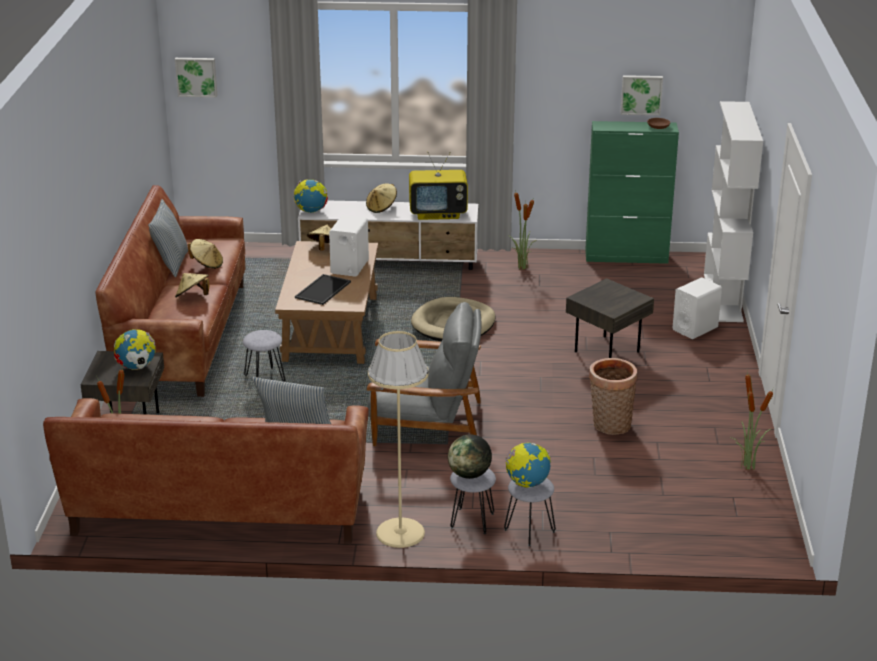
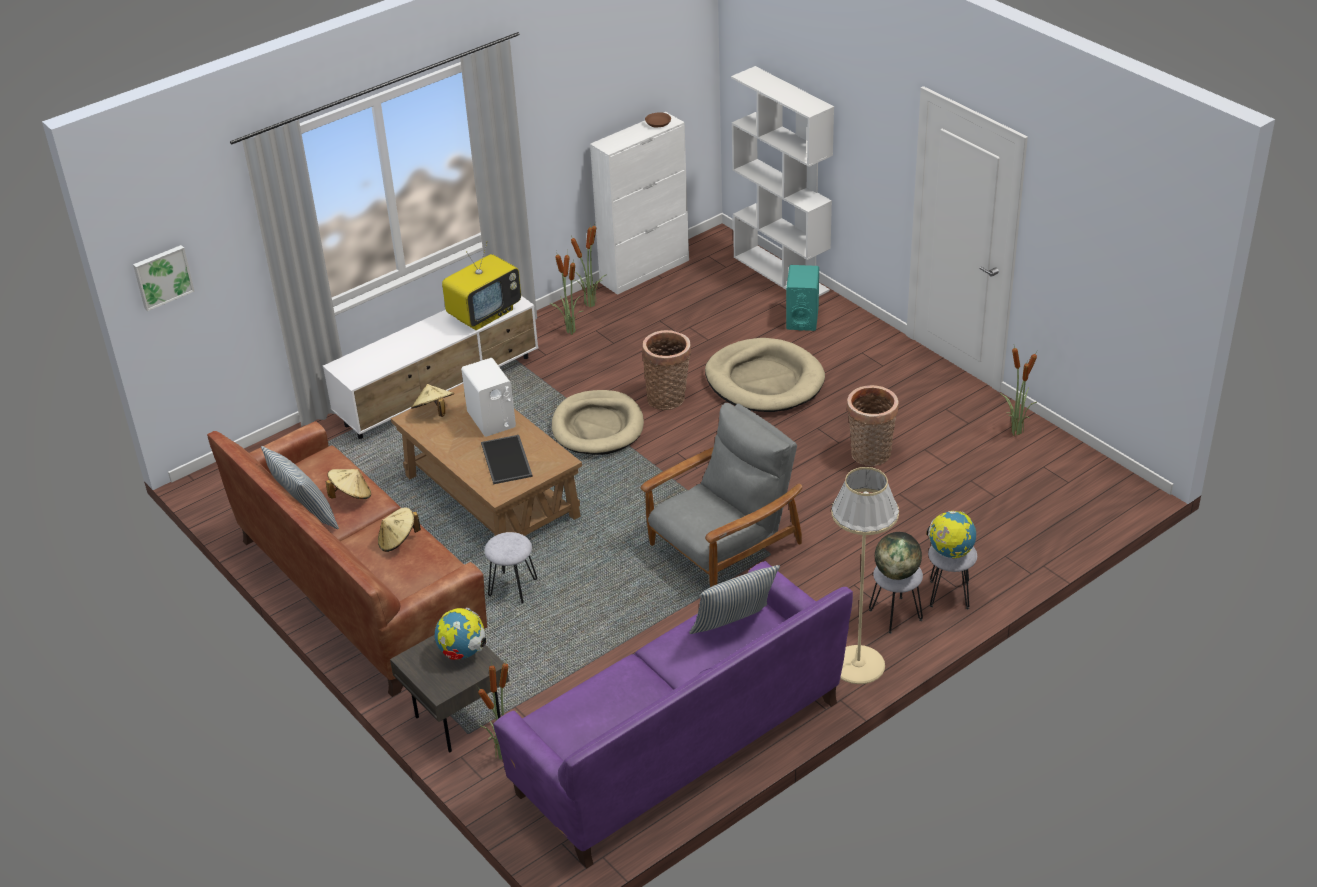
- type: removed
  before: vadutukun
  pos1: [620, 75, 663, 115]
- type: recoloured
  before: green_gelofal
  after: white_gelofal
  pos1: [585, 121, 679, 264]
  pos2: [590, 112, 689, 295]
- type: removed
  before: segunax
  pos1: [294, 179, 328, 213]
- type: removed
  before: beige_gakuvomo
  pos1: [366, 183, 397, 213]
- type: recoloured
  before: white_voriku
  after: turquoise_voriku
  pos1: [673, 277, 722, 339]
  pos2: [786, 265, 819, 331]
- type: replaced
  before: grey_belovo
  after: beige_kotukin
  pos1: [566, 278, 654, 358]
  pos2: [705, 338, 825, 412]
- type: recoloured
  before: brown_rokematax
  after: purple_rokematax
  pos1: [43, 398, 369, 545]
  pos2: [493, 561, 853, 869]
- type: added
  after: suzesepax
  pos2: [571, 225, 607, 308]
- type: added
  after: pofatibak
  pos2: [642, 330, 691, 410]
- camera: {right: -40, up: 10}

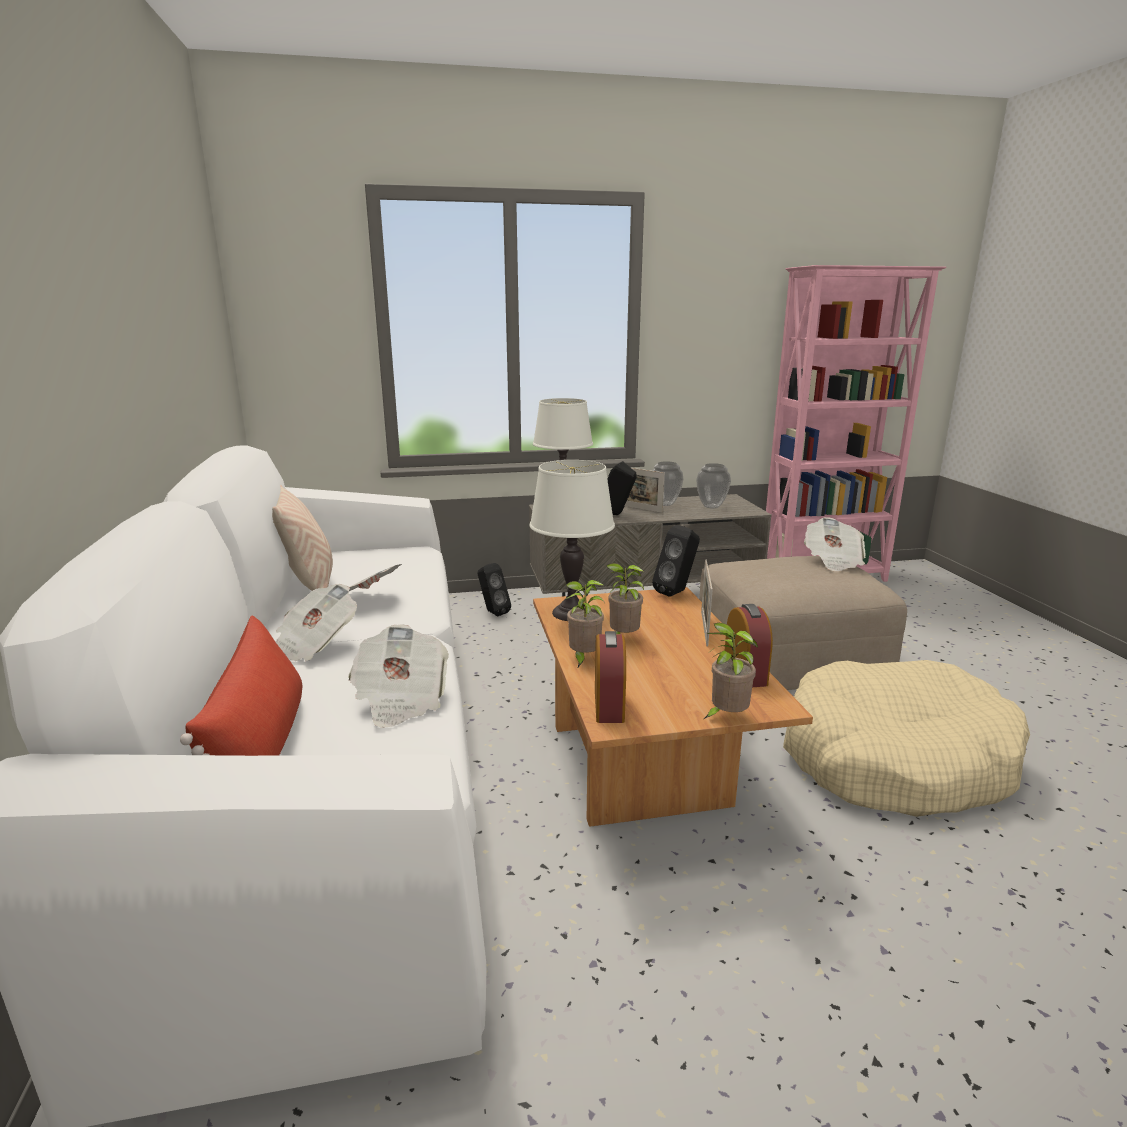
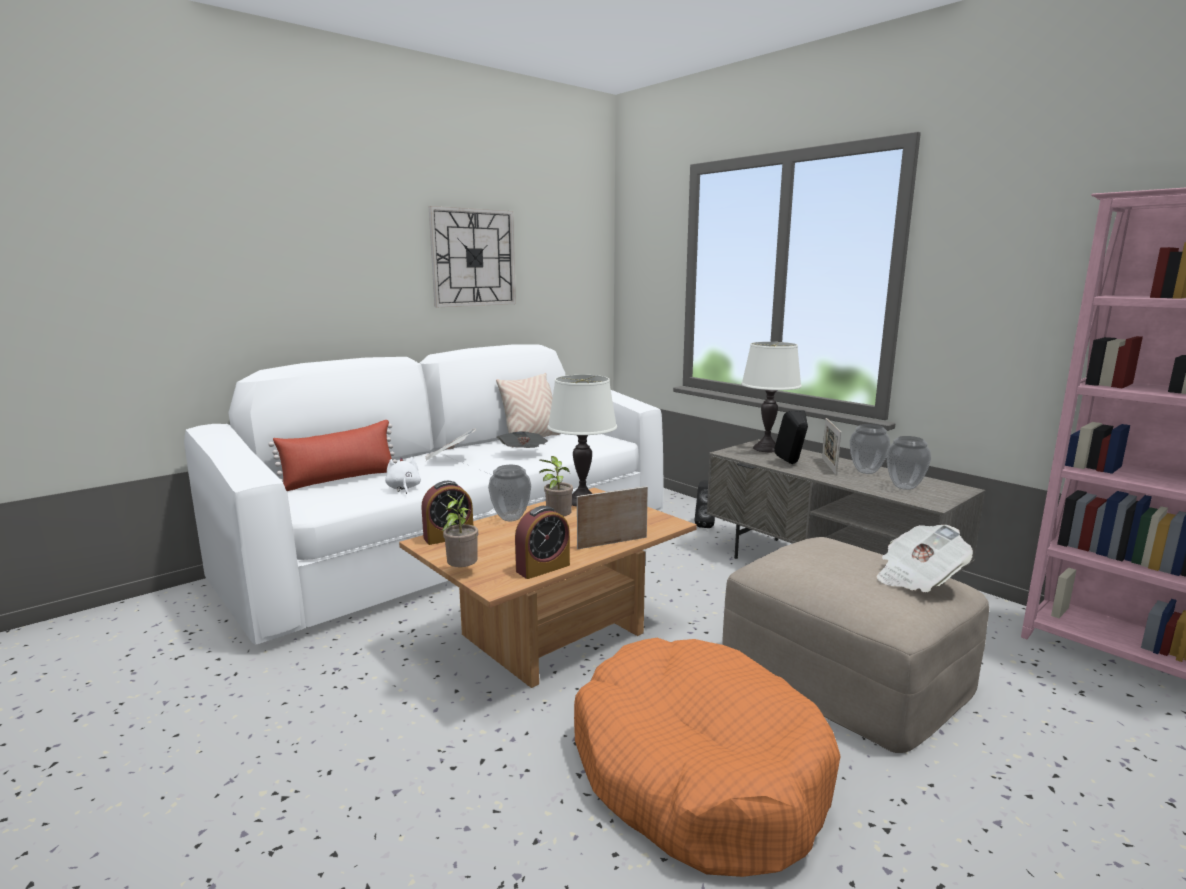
- type: removed
  before: black_voriku
  pos1: [652, 525, 700, 597]
- type: replaced
  before: suzesepax
  after: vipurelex
  pos1: [565, 580, 605, 667]
  pos2: [488, 465, 531, 521]
- type: replaced
  before: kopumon
  after: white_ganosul
  pos1: [348, 624, 449, 728]
  pos2: [385, 457, 421, 494]
- type: recoloured
  before: beige_kotukin
  after: orange_kotukin
  pos1: [783, 660, 1030, 817]
  pos2: [574, 638, 841, 877]
- type: added
  after: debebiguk
  pos2: [429, 206, 516, 307]
- camera: {right: 60, up: -5}

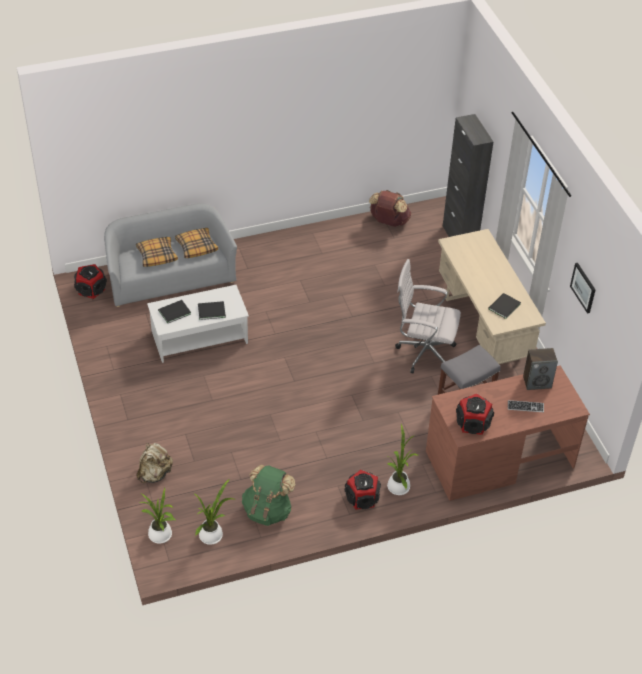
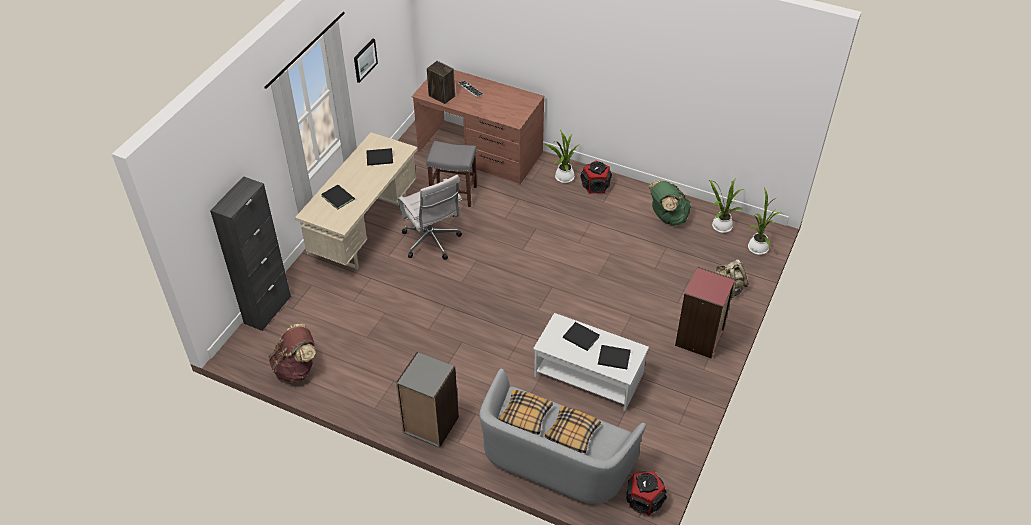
- type: removed
  before: voriku
  pos1: [456, 394, 494, 435]
- type: added
  after: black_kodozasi
  pos2: [321, 185, 355, 210]
- type: added
  after: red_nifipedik
  pos2: [675, 267, 735, 358]
- type: added
  after: grey_nifipedik
  pos2: [396, 352, 459, 448]
- camera: {right: -135, up: 0}

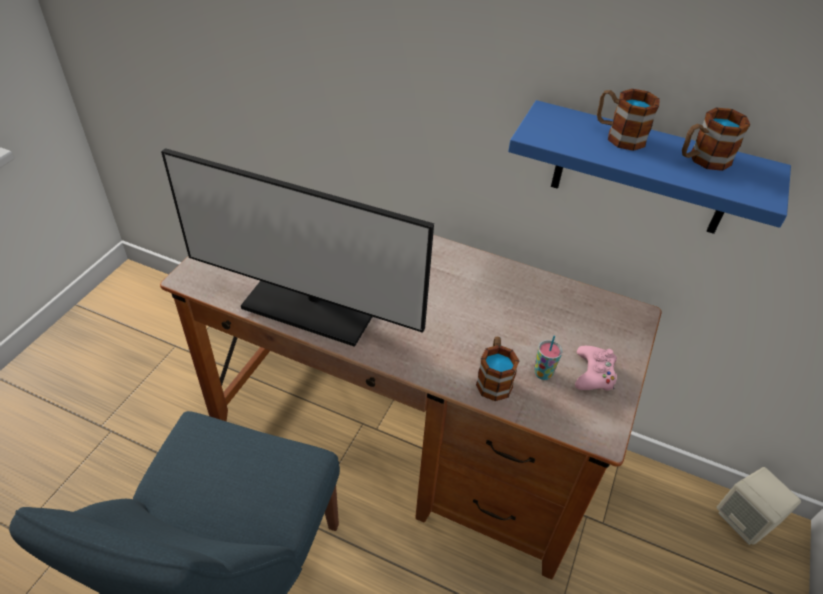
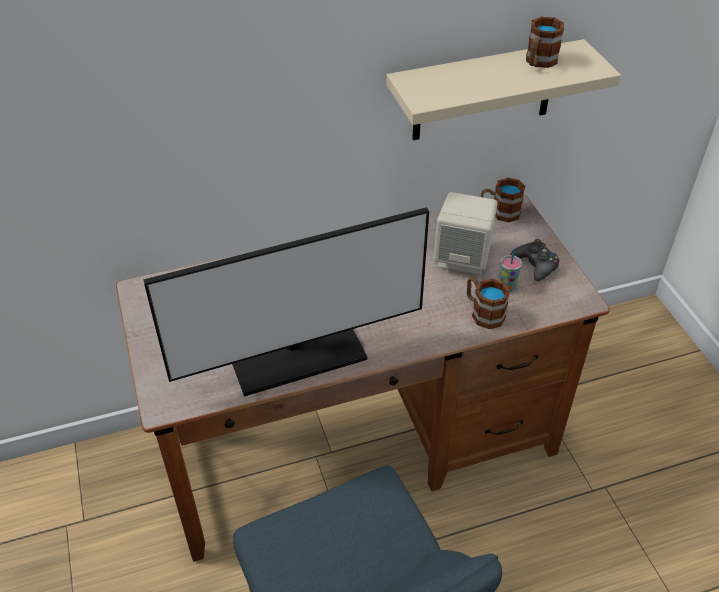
- type: moved
  before: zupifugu
  pos1: [597, 89, 660, 151]
  pos2: [481, 178, 526, 222]
- type: recoloured
  before: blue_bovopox
  after: beige_bovopox
  pos1: [508, 100, 791, 234]
  pos2: [386, 39, 621, 140]
- type: recoloured
  before: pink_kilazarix
  after: black_kilazarix
  pos1: [575, 346, 617, 391]
  pos2: [511, 239, 559, 281]
- type: moved
  before: beige_voriku
  pos1: [717, 467, 801, 545]
  pos2: [433, 192, 498, 275]
- camera: {right: -40, up: 0}

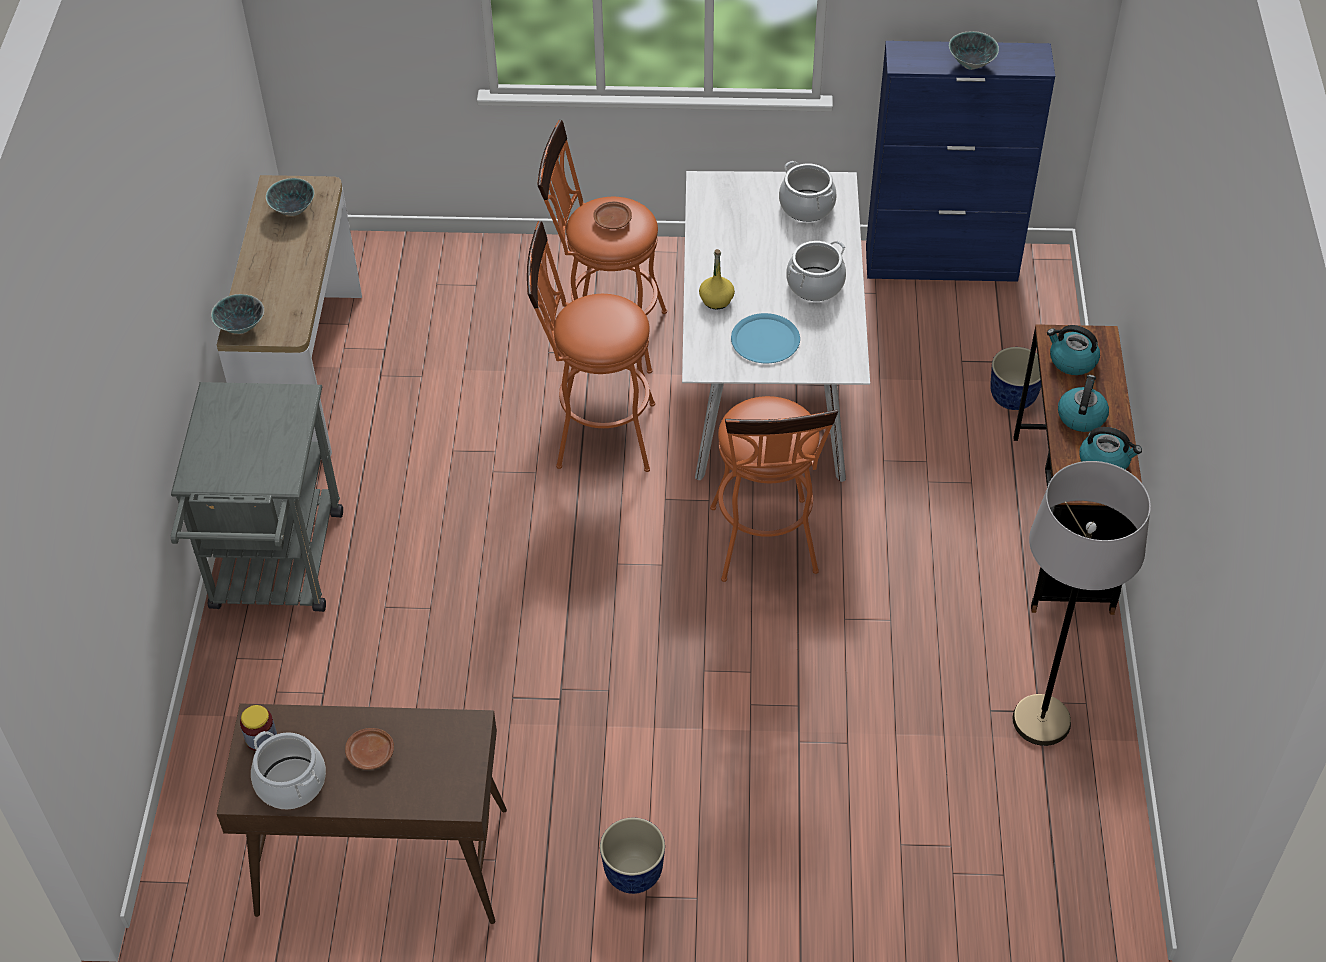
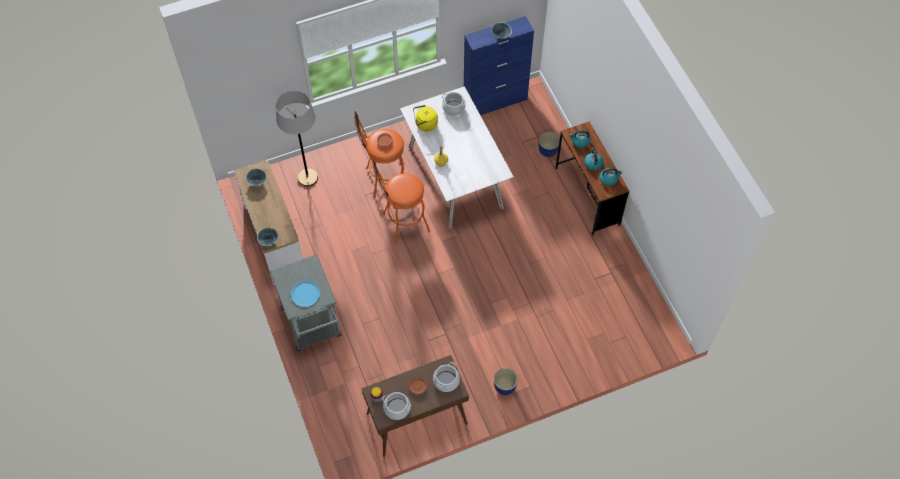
- type: moved
  before: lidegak
  pos1: [786, 241, 846, 301]
  pos2: [433, 362, 460, 392]
- type: moved
  before: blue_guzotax
  pos1: [731, 313, 800, 363]
  pos2: [291, 281, 320, 307]
- type: removed
  before: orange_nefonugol
  pos1: [710, 396, 838, 582]
- type: moved
  before: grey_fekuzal
  pos1: [1013, 461, 1151, 746]
  pos2: [276, 90, 318, 187]
- type: added
  after: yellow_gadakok
  pos2: [413, 105, 438, 132]
- camera: {right: -25, up: 10}

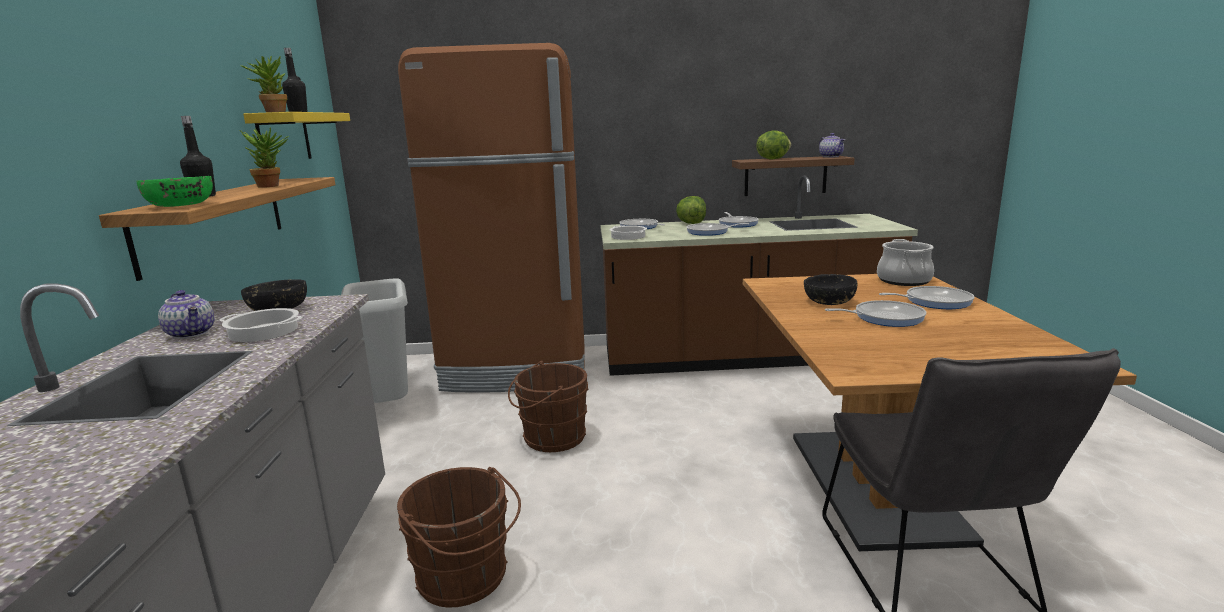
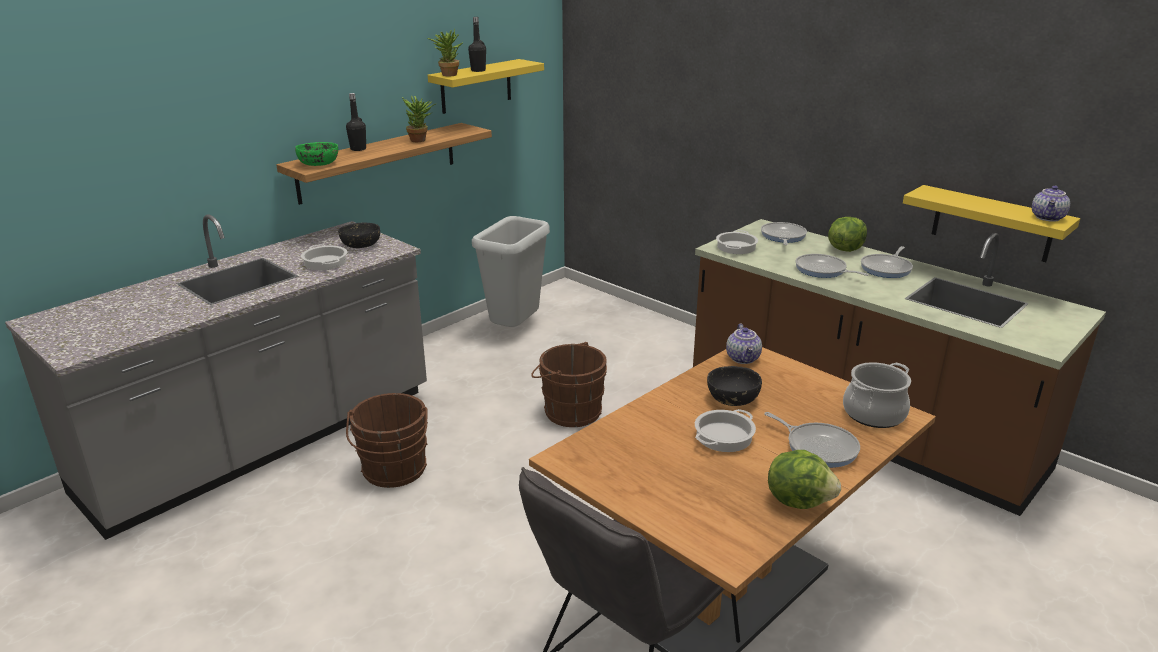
- type: removed
  before: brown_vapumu
  pos1: [398, 43, 585, 392]
- type: moved
  before: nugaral
  pos1: [756, 130, 791, 160]
  pos2: [768, 450, 841, 509]
- type: recoloured
  before: brown_bovopox
  after: yellow_bovopox
  pos1: [732, 156, 855, 196]
  pos2: [903, 185, 1080, 262]
- type: moved
  before: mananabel
  pos1: [158, 290, 214, 339]
  pos2: [726, 323, 762, 364]
- type: replaced
  before: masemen
  after: lidegak
  pos1: [825, 300, 926, 327]
  pos2: [695, 409, 756, 452]
- camera: {right: 45, up: 10}

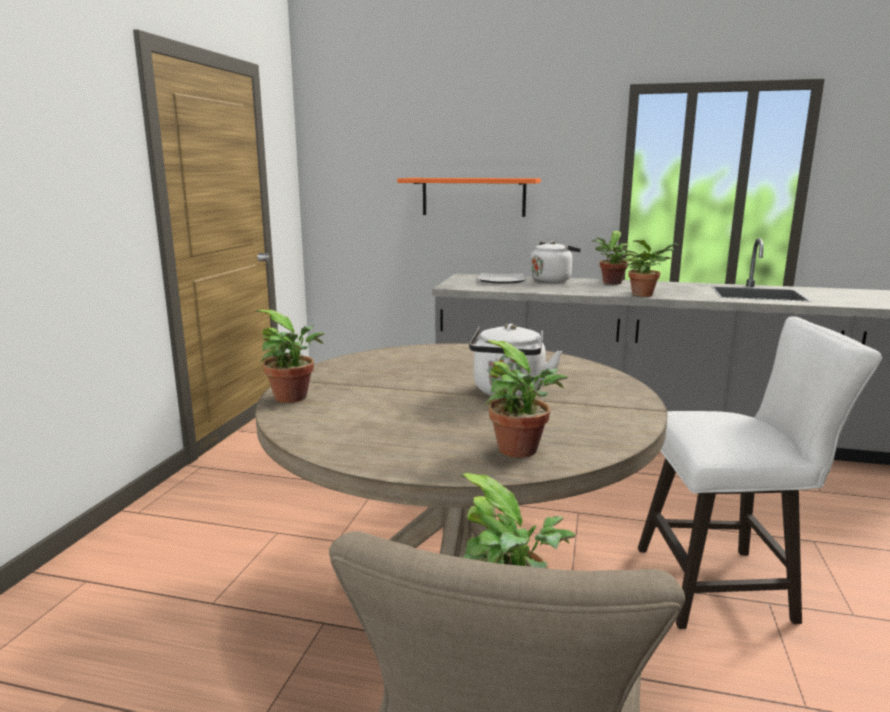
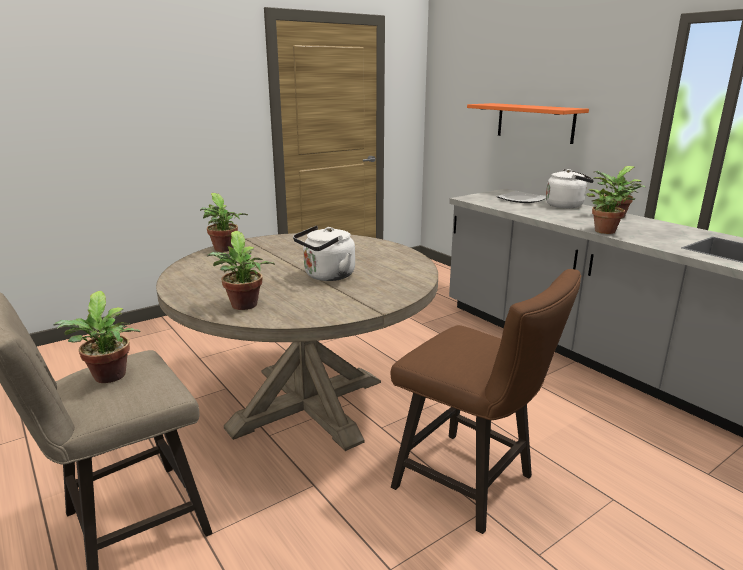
- type: recoloured
  before: white_nefonugol
  after: brown_nefonugol
  pos1: [638, 316, 882, 629]
  pos2: [391, 269, 581, 534]
- camera: {right: 40, up: 5}

